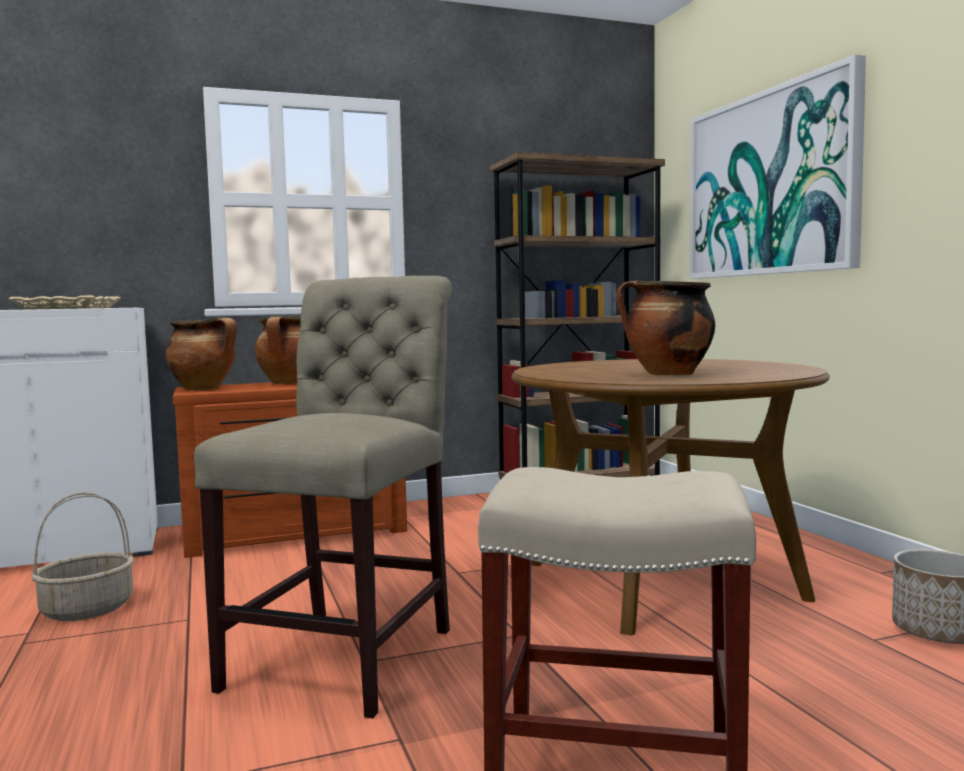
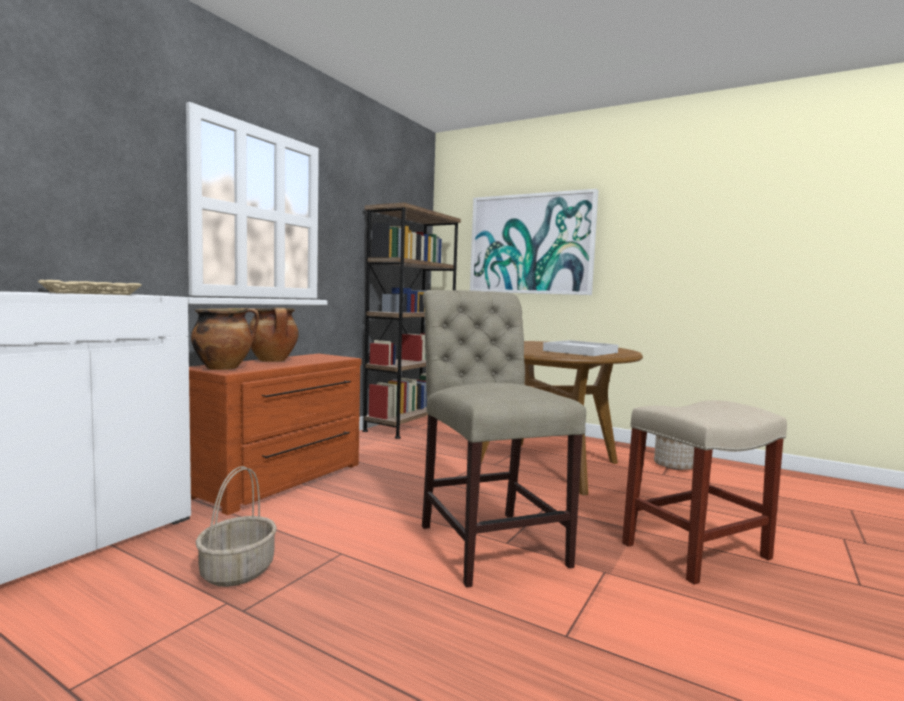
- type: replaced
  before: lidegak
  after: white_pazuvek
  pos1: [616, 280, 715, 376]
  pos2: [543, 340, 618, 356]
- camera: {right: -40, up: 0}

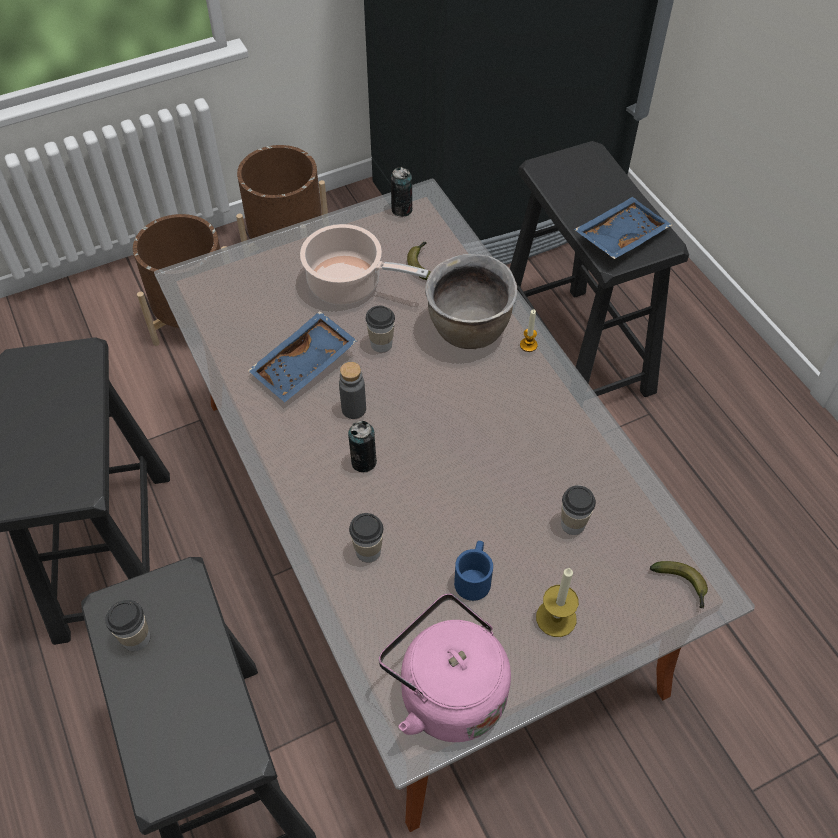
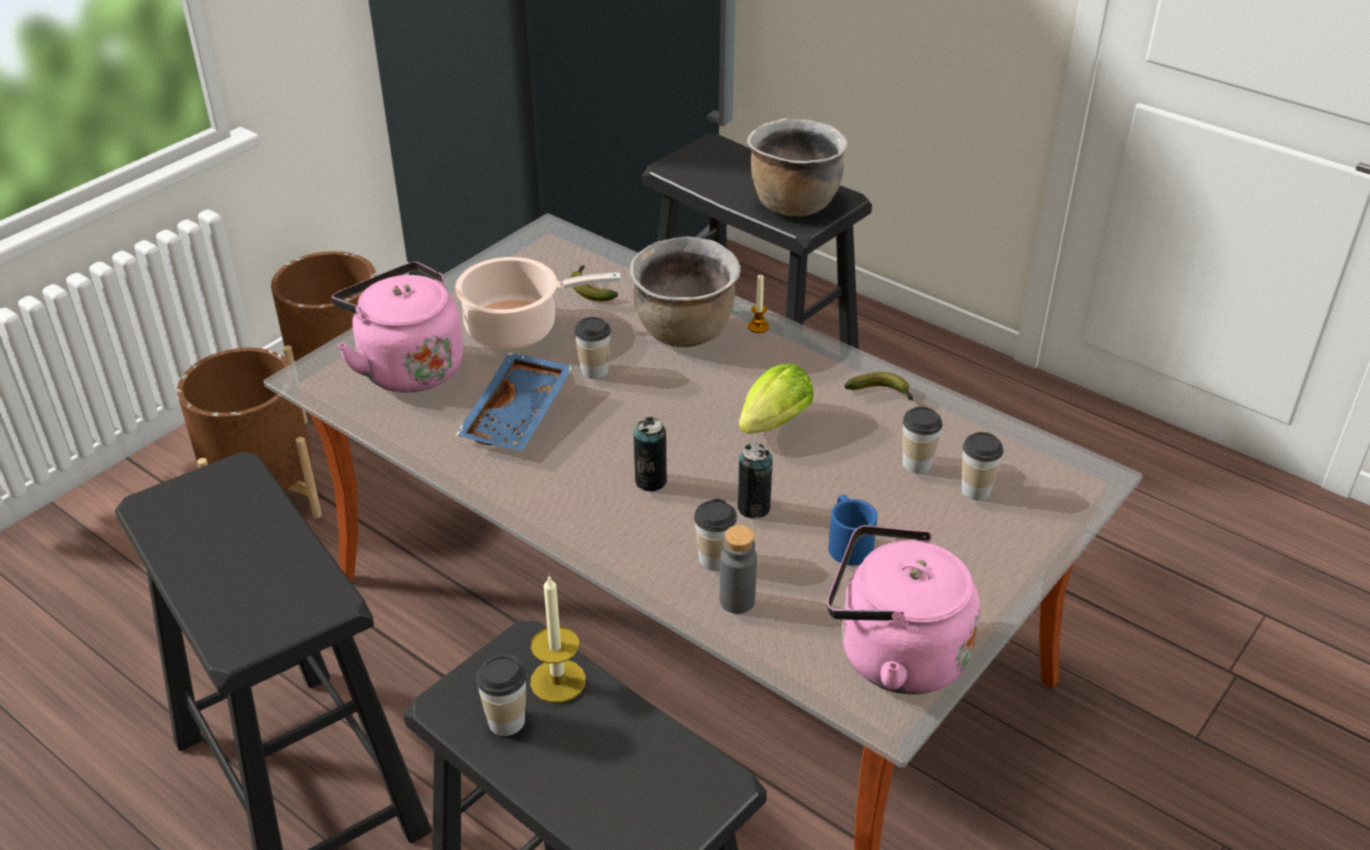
- type: moved
  before: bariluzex
  pos1: [391, 167, 413, 217]
  pos2: [738, 443, 773, 519]
- type: replaced
  before: blue_pazuvek
  after: brown_lidegak
  pos1: [574, 197, 672, 259]
  pos2: [747, 119, 848, 217]
- type: moved
  before: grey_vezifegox
  pos1: [339, 362, 366, 419]
  pos2: [720, 525, 757, 614]
- type: moved
  before: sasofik
  pos1: [650, 561, 708, 609]
  pos2: [844, 372, 913, 400]
- type: moved
  before: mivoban
  pos1: [536, 567, 579, 637]
  pos2: [530, 576, 586, 703]
- type: added
  after: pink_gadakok
  pos2: [332, 262, 463, 393]
- type: added
  after: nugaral
  pos2: [739, 364, 813, 434]
- type: added
  after: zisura
  pos2: [961, 432, 1004, 500]
- camera: {right: -25, up: -15}

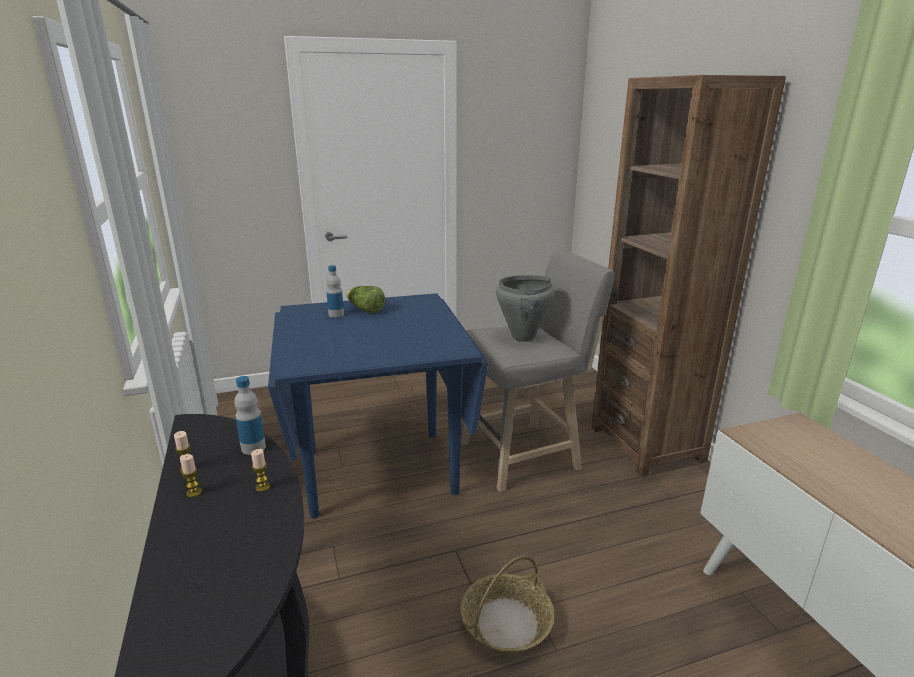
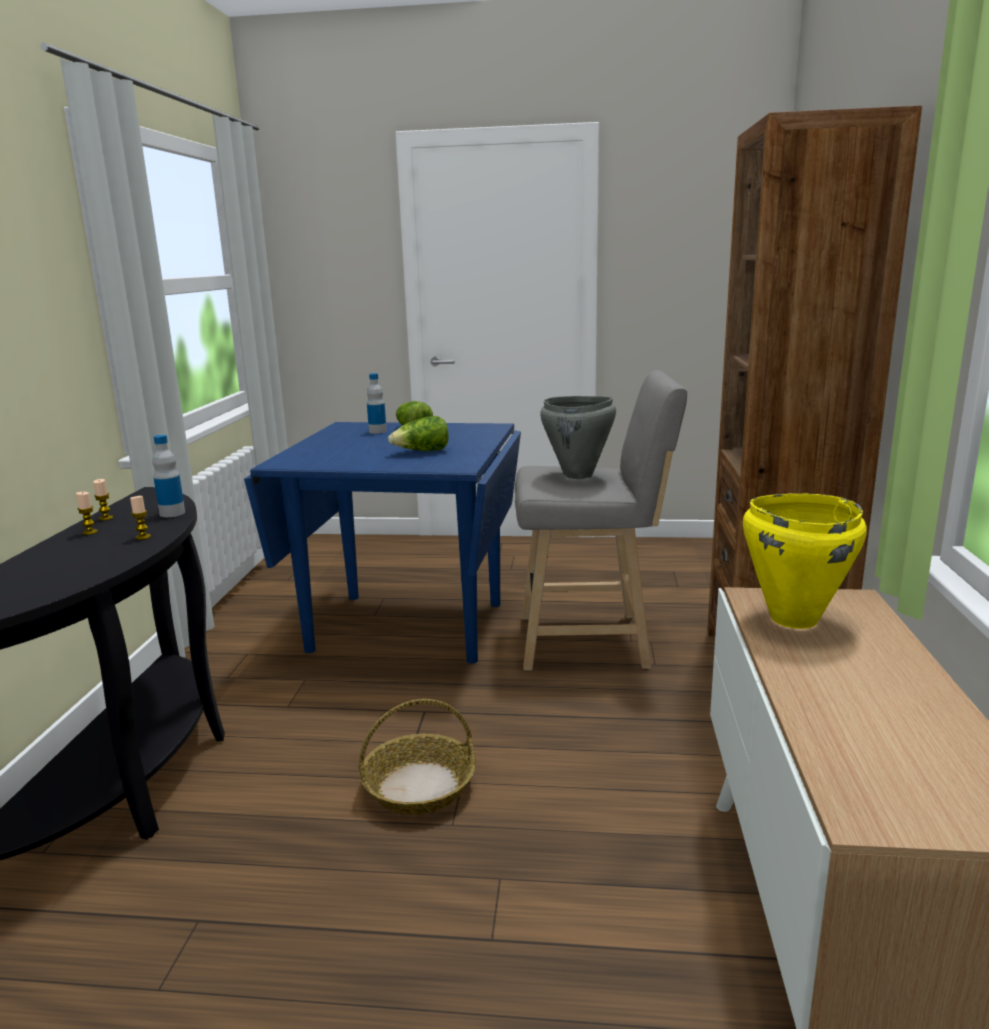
- type: added
  after: nugaral
  pos2: [388, 416, 449, 451]
- type: added
  after: yellow_lidegak
  pos2: [743, 493, 867, 629]
- camera: {right: 25, up: -5}

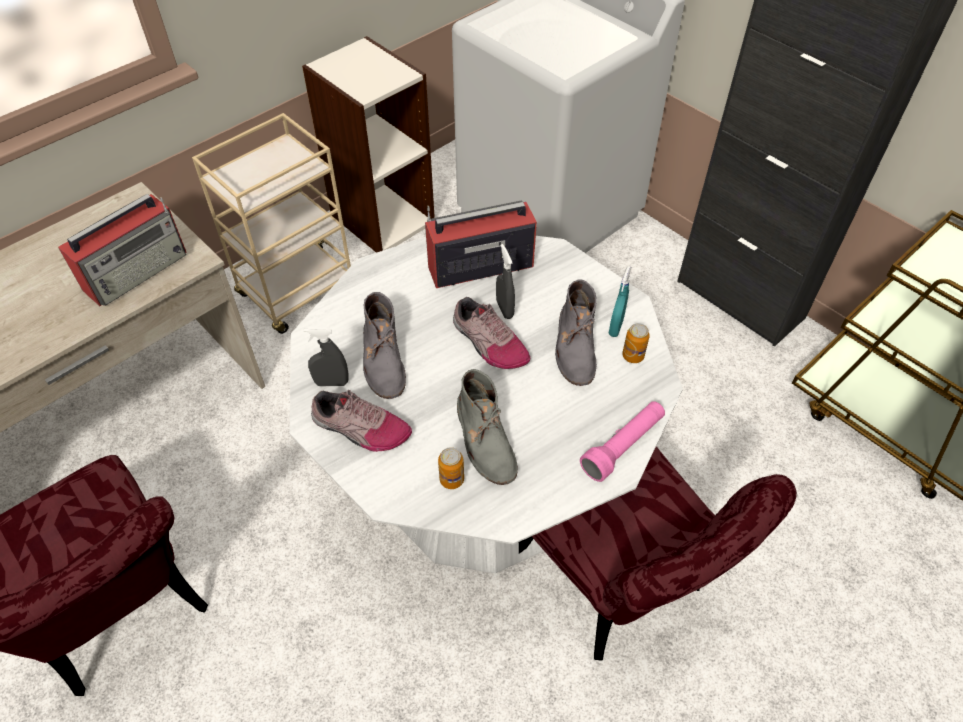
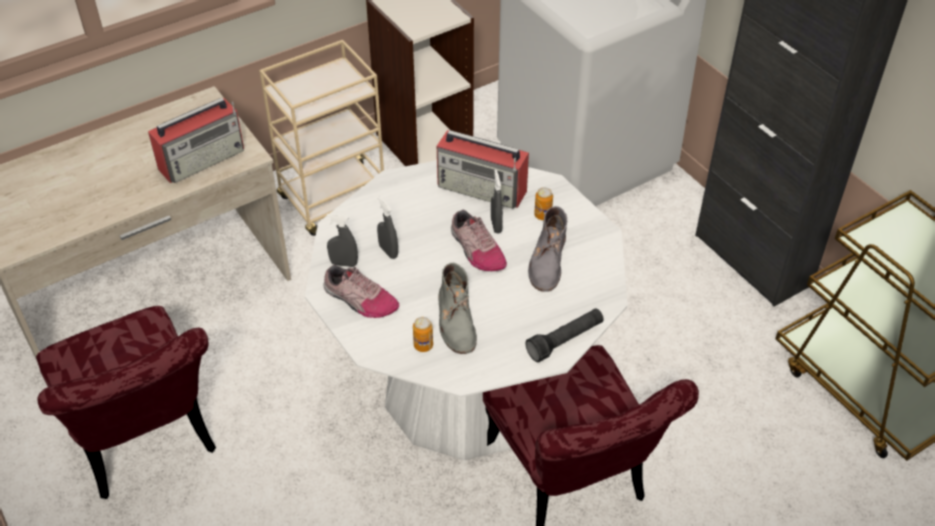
- type: turned
  before: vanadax
  pos1: [425, 201, 537, 288]
  pos2: [437, 130, 529, 209]
  turn: -150
- type: removed
  before: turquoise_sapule
  pos1: [608, 266, 631, 337]
- type: replaced
  before: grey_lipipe
  after: grey_sapule
  pos1: [363, 292, 406, 399]
  pos2: [377, 197, 398, 259]
- type: moved
  before: bariluzex
  pos1: [622, 323, 650, 363]
  pos2: [534, 187, 553, 220]
- type: recoloured
  before: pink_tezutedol
  after: black_tezutedol
  pos1: [580, 401, 665, 482]
  pos2: [525, 309, 604, 362]
- camera: {right: 10, up: -5}

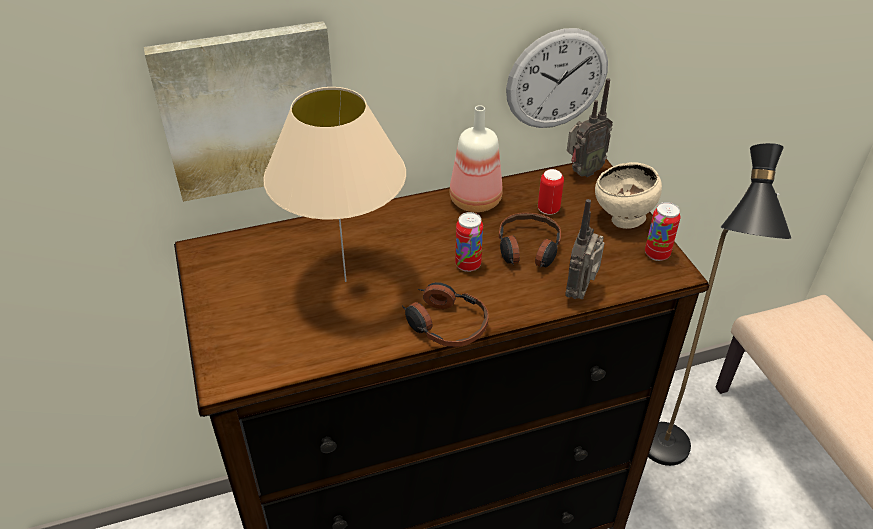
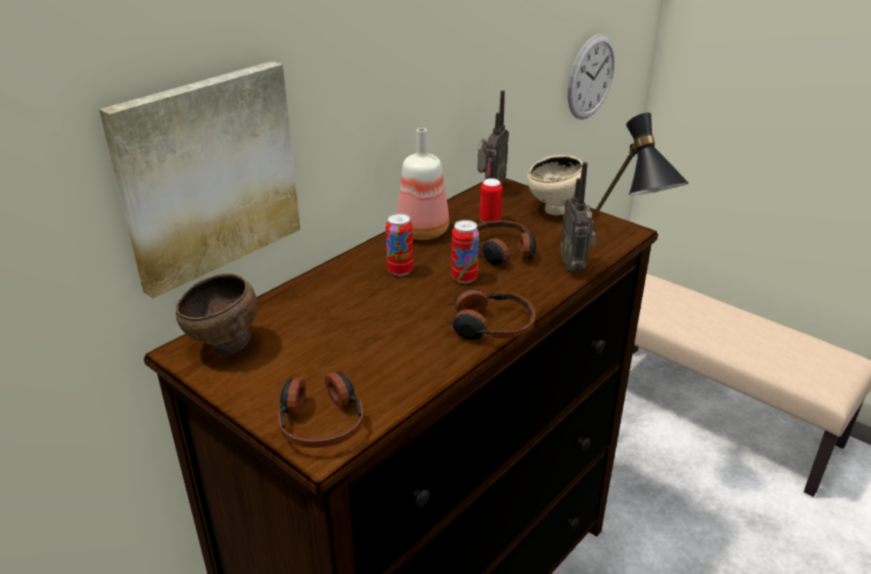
- type: moved
  before: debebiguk
  pos1: [506, 28, 608, 128]
  pos2: [568, 34, 615, 120]
- type: removed
  before: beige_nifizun
  pos1: [263, 87, 406, 282]
- type: moved
  before: bariluzex
  pos1: [645, 202, 681, 261]
  pos2: [386, 213, 413, 276]
- type: added
  after: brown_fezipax
  pos2: [176, 273, 257, 356]
- type: added
  after: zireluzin
  pos2: [278, 371, 363, 448]
- camera: {right: -30, up: -10}

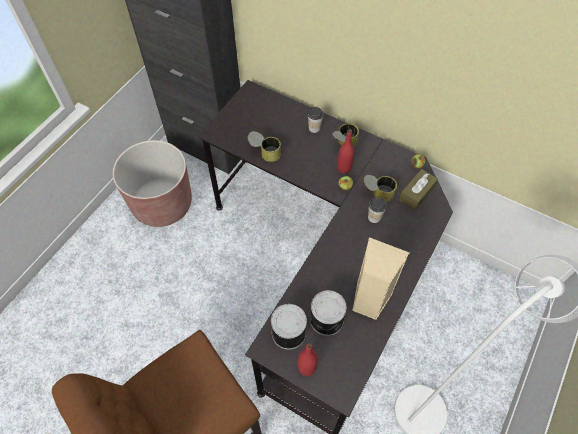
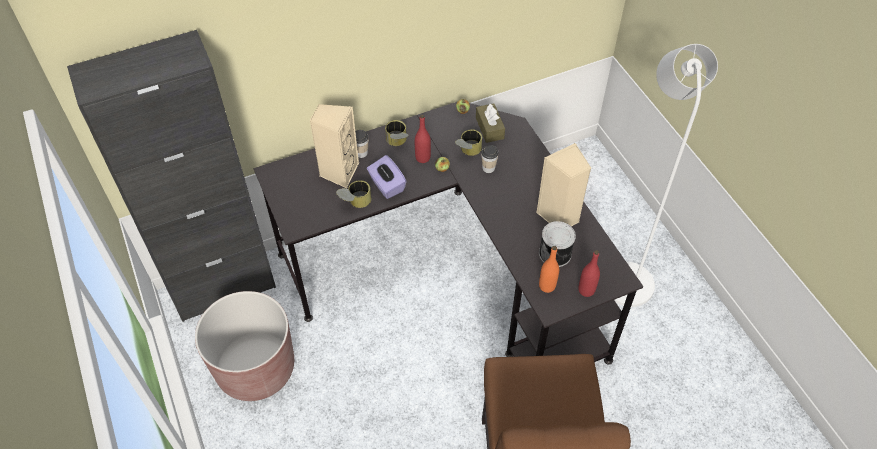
- type: replaced
  before: bariluzex
  after: orange_vezifegox
  pos1: [271, 304, 307, 350]
  pos2: [539, 246, 559, 293]
- type: added
  after: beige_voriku
  pos2: [309, 104, 359, 188]
- type: added
  after: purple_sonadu
  pos2: [367, 155, 407, 199]
- camera: {right: -55, up: -5}

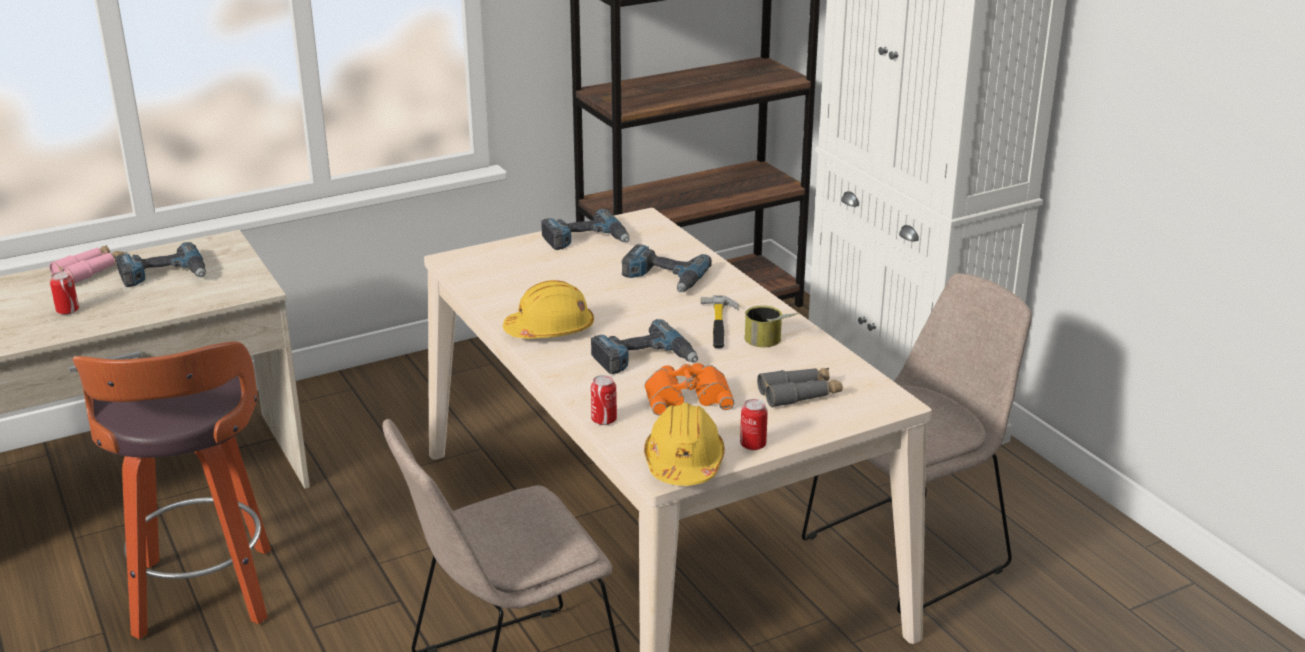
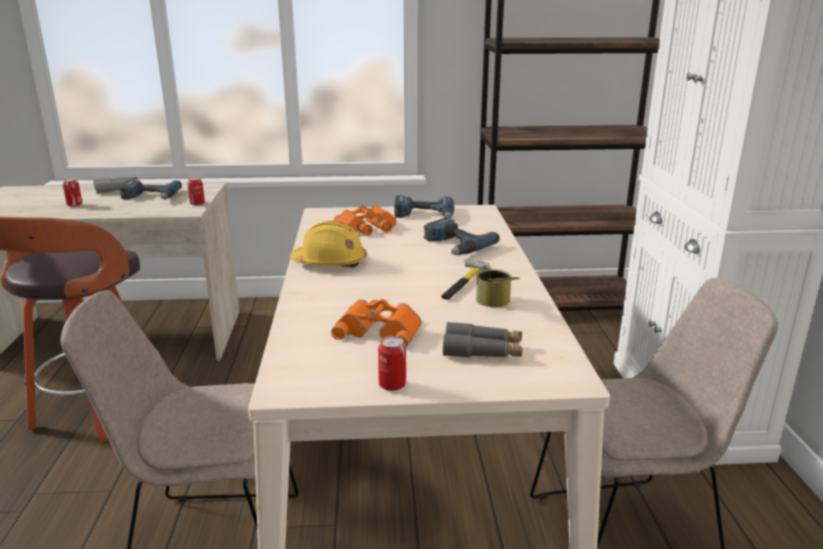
- type: recoloured
  before: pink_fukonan
  after: grey_fukonan
  pos1: [50, 245, 124, 284]
  pos2: [93, 176, 139, 194]
- type: removed
  before: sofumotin
  pos1: [591, 319, 698, 374]
- type: moved
  before: bariluzex
  pos1: [591, 375, 617, 425]
  pos2: [187, 177, 205, 206]
- type: removed
  before: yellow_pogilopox
  pos1: [644, 403, 725, 486]
- type: added
  after: orange_fukonan
  pos2: [333, 205, 396, 236]
- camera: {right: 25, up: -5}

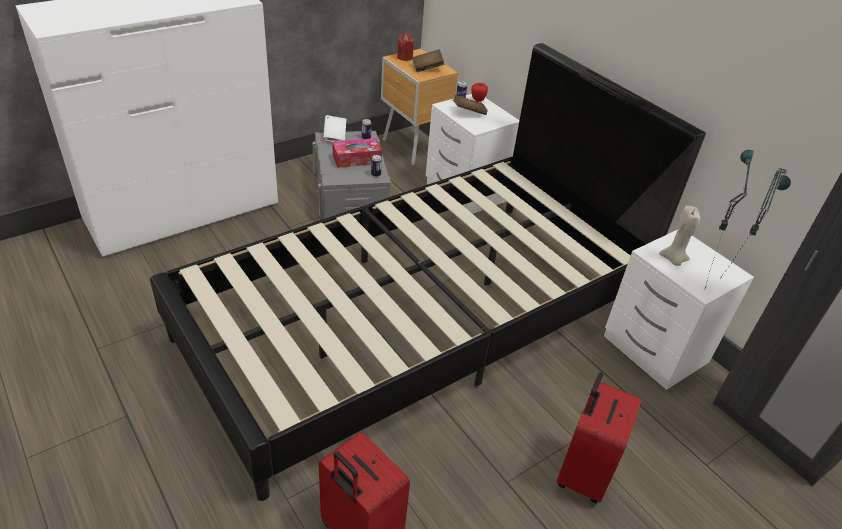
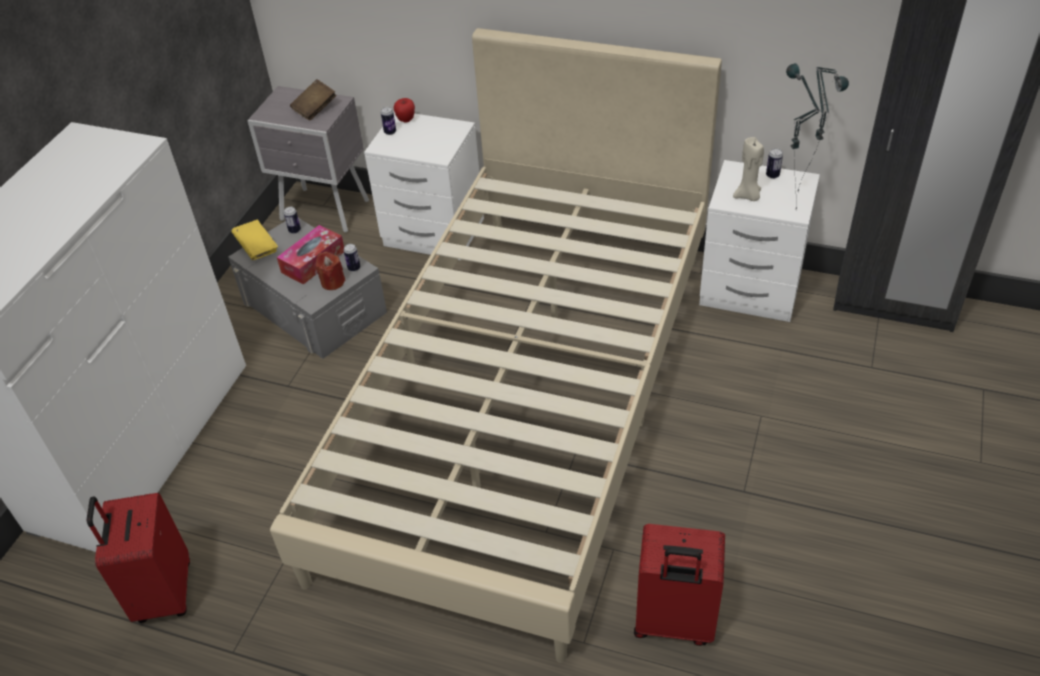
- type: moved
  before: red_mivoban
  pos1: [397, 33, 414, 61]
  pos2: [315, 252, 346, 290]
- type: recoloured
  before: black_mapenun
  after: beige_mapenun
  pos1: [150, 43, 706, 501]
  pos2: [270, 28, 722, 663]
- type: recoloured
  before: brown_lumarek
  after: grey_lumarek
  pos1: [381, 49, 458, 166]
  pos2: [248, 86, 369, 233]
- type: removed
  before: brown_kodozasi
  pos1: [453, 95, 488, 115]
- type: recoloured
  before: white_kodozasi
  after: yellow_kodozasi
  pos1: [323, 115, 347, 142]
  pos2: [231, 220, 278, 260]
- type: moved
  before: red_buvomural
  pos1: [556, 373, 642, 503]
  pos2: [87, 493, 190, 623]
- type: added
  after: bariluzex
  pos2: [766, 148, 783, 179]
- camera: {right: -30, up: 5}

